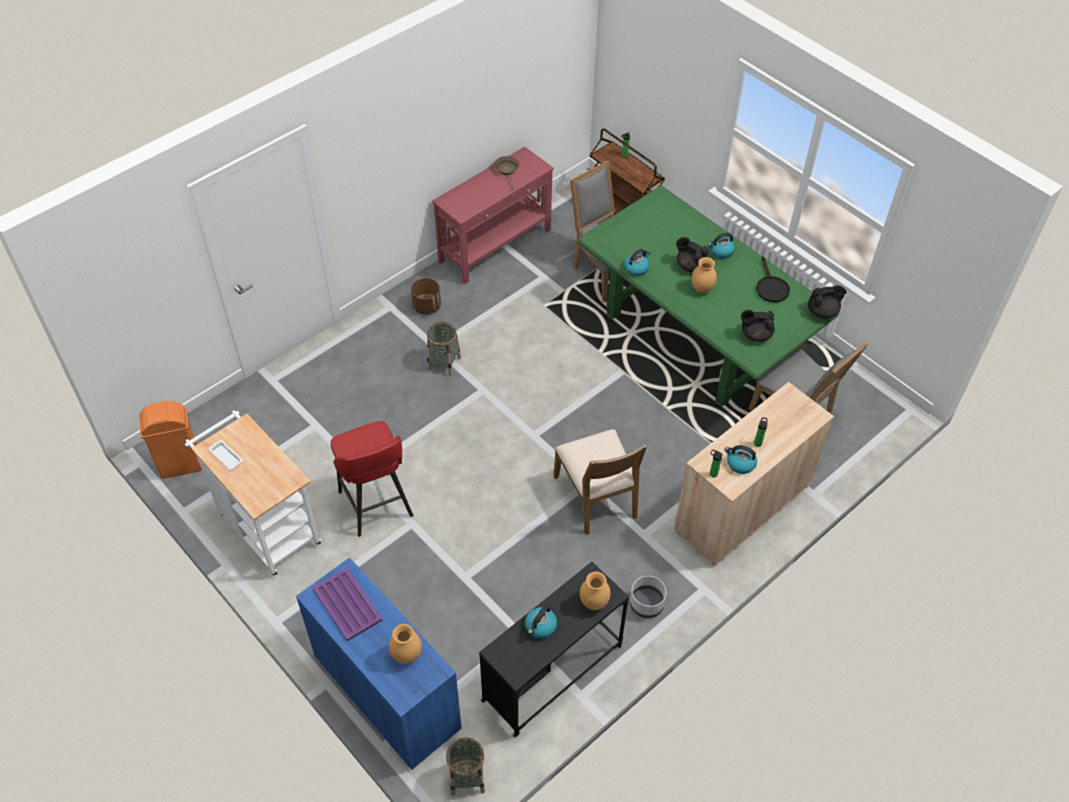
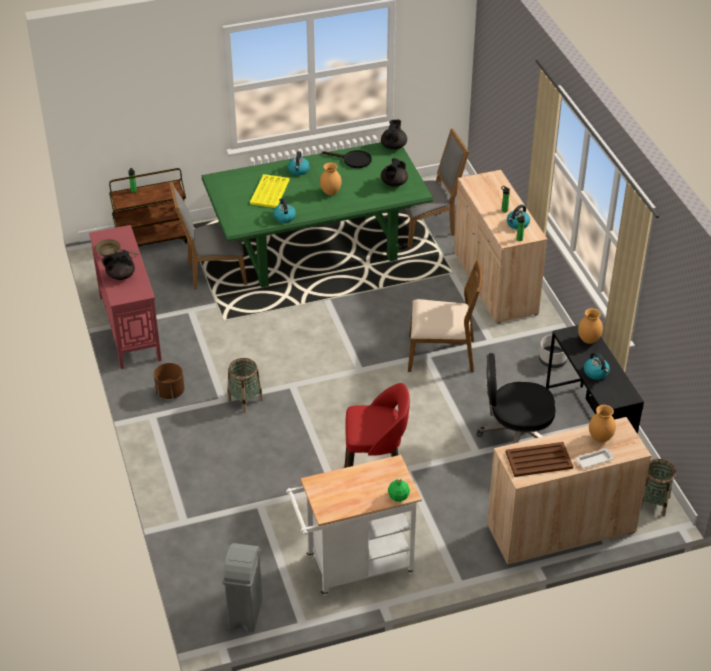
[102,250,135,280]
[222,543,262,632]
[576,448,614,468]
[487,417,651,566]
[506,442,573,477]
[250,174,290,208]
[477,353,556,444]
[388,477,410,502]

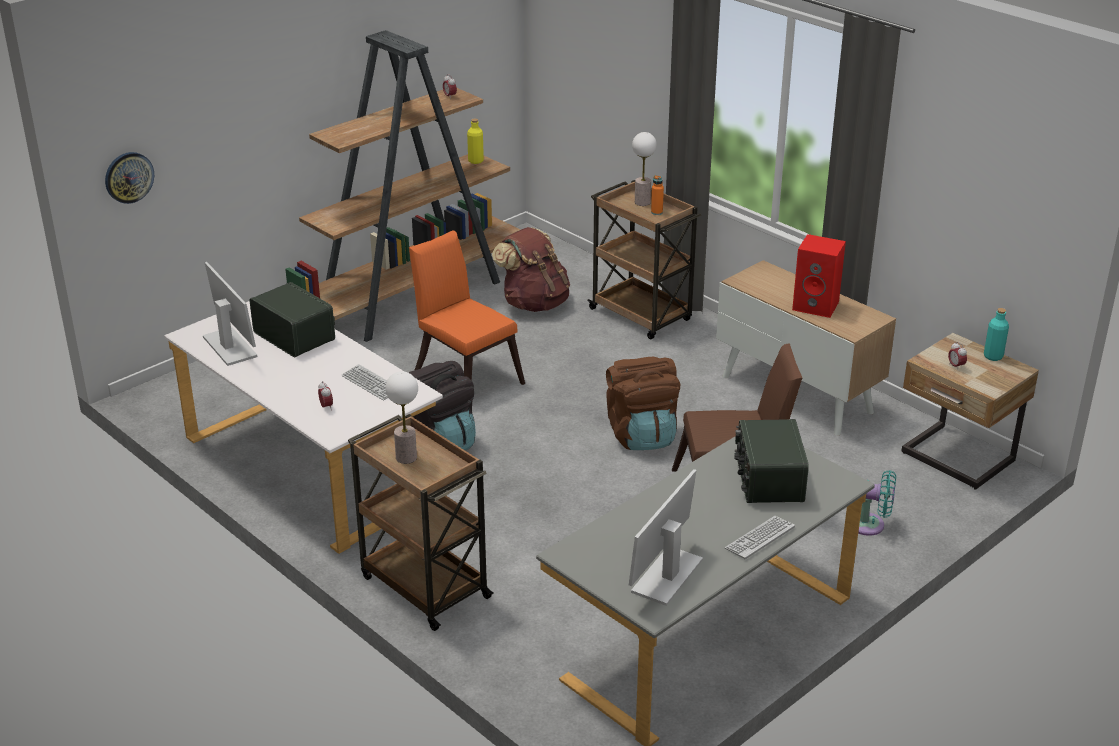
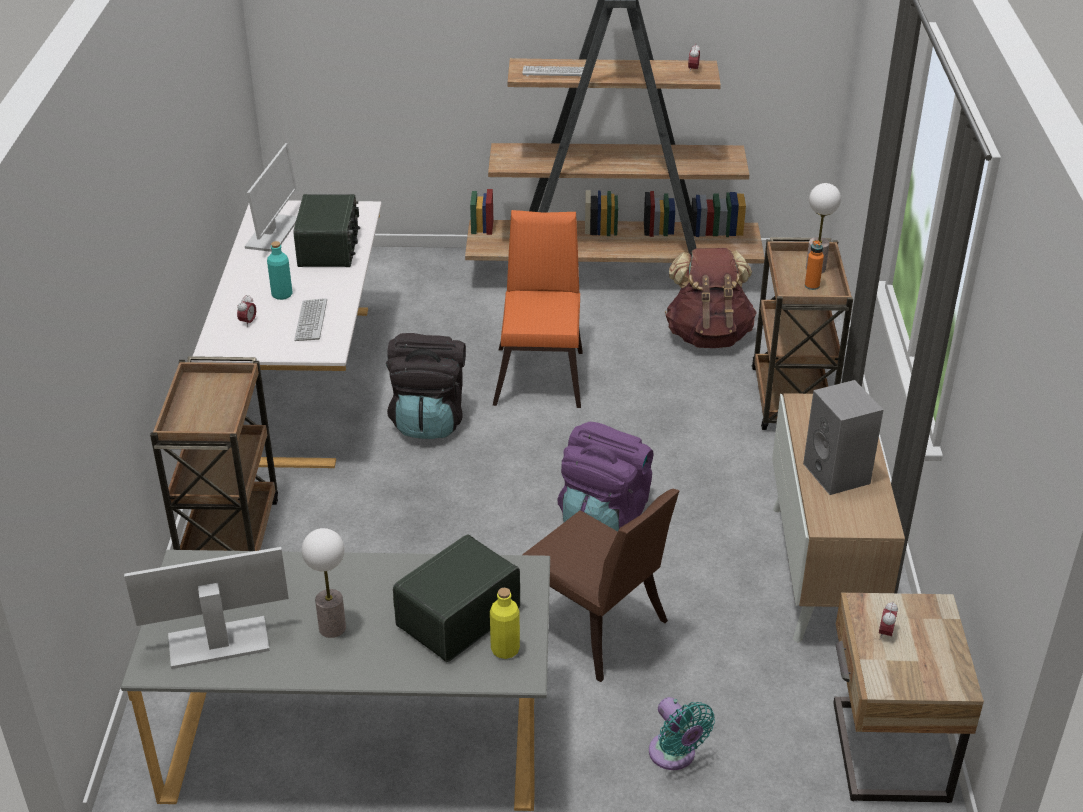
[490,588,520,659]
[105,152,154,204] (first image)
[803,380,883,495]
[267,241,293,300]
[558,422,653,531]
[302,528,346,638]
[522,66,584,77]

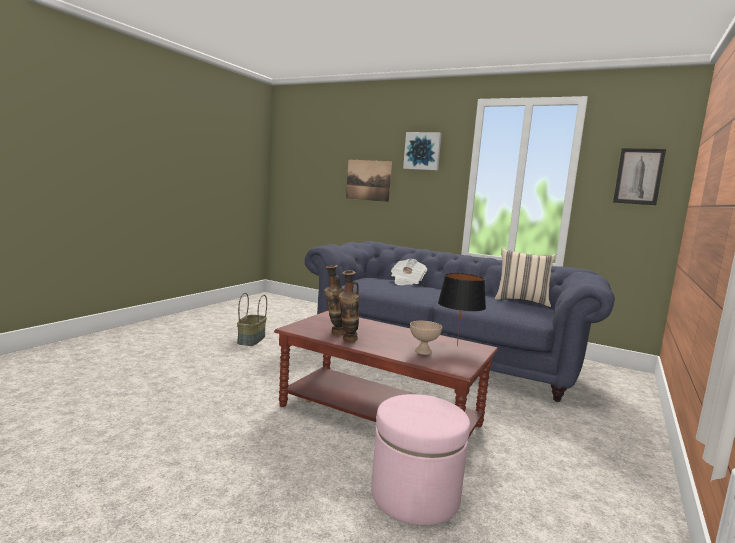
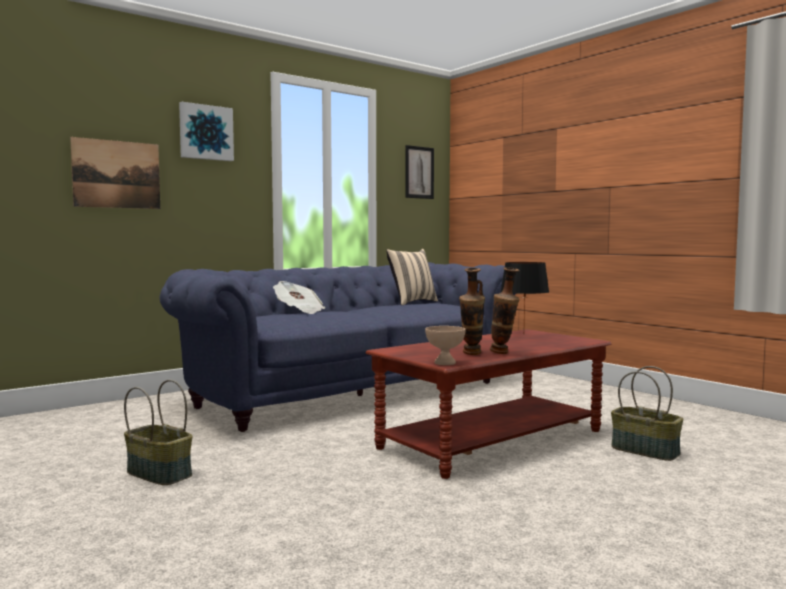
[425,326,466,365]
[611,366,683,461]

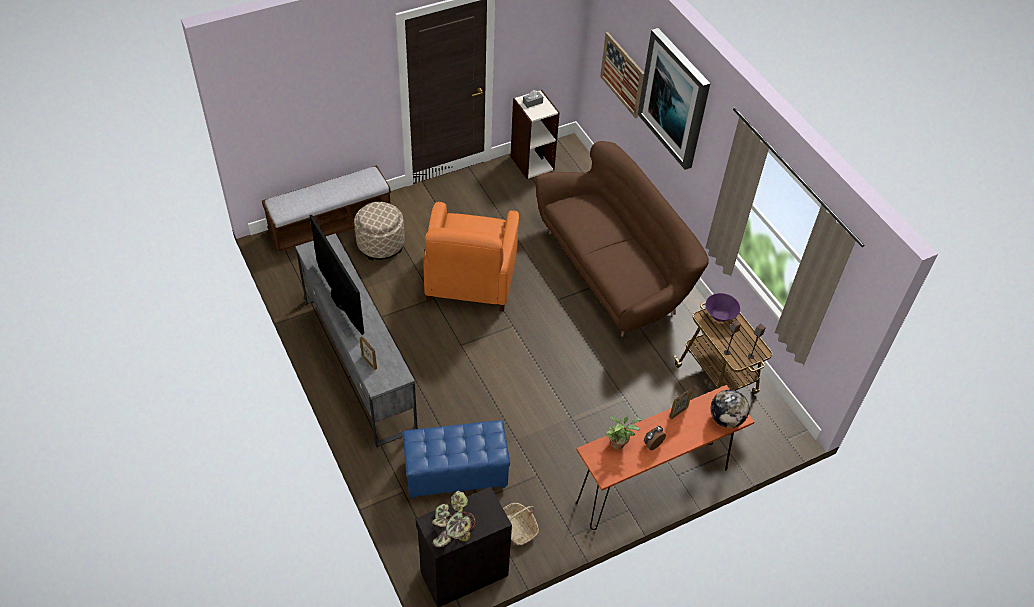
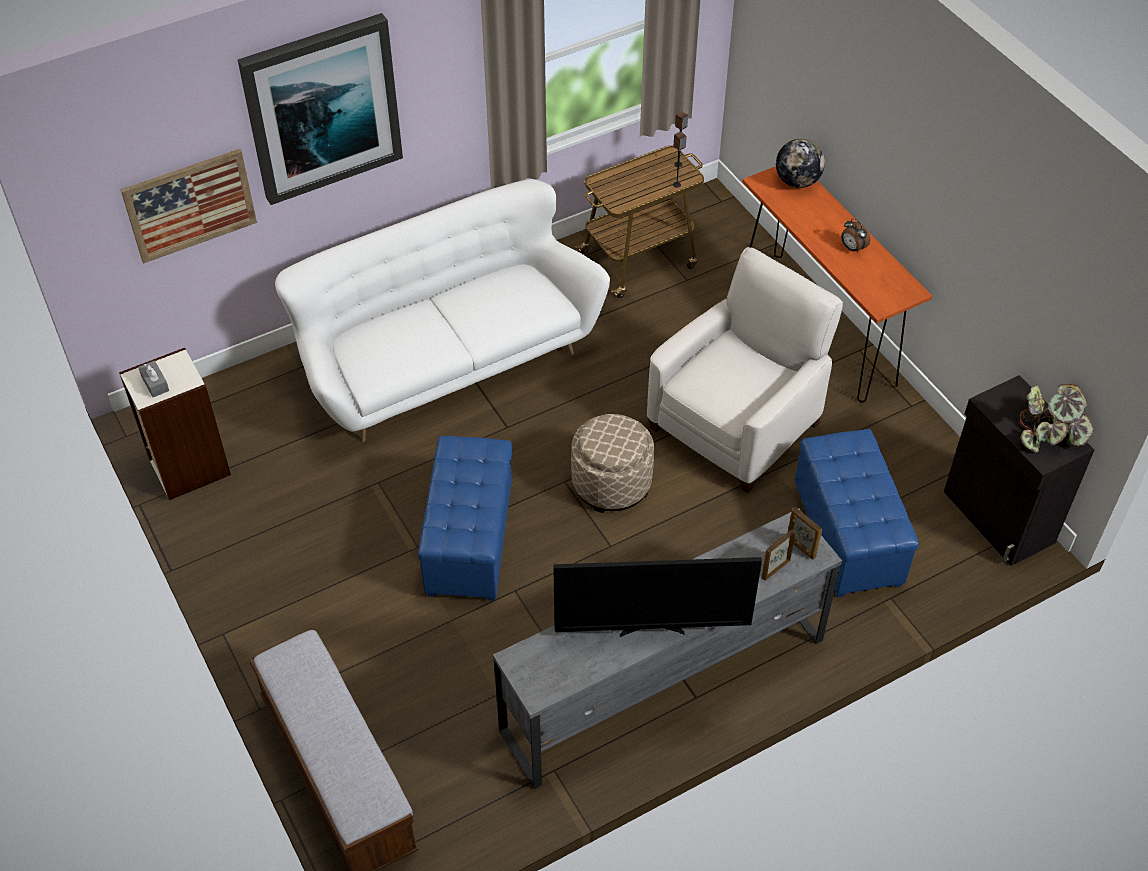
[275,179,610,442]
[571,414,654,513]
[418,436,512,601]
[553,557,762,637]
[706,293,740,322] (first image)
[788,507,822,560]
[606,415,642,449] (first image)
[503,503,539,545] (first image)
[647,247,843,493]

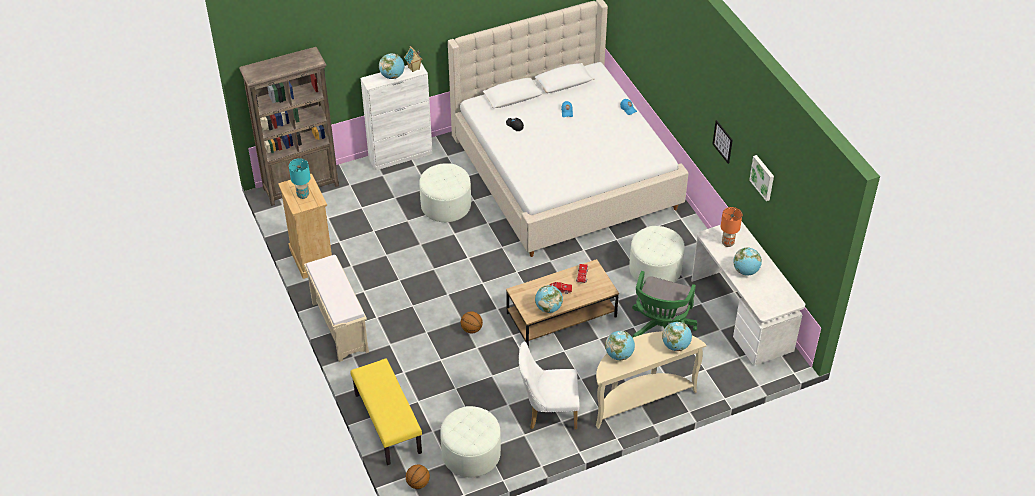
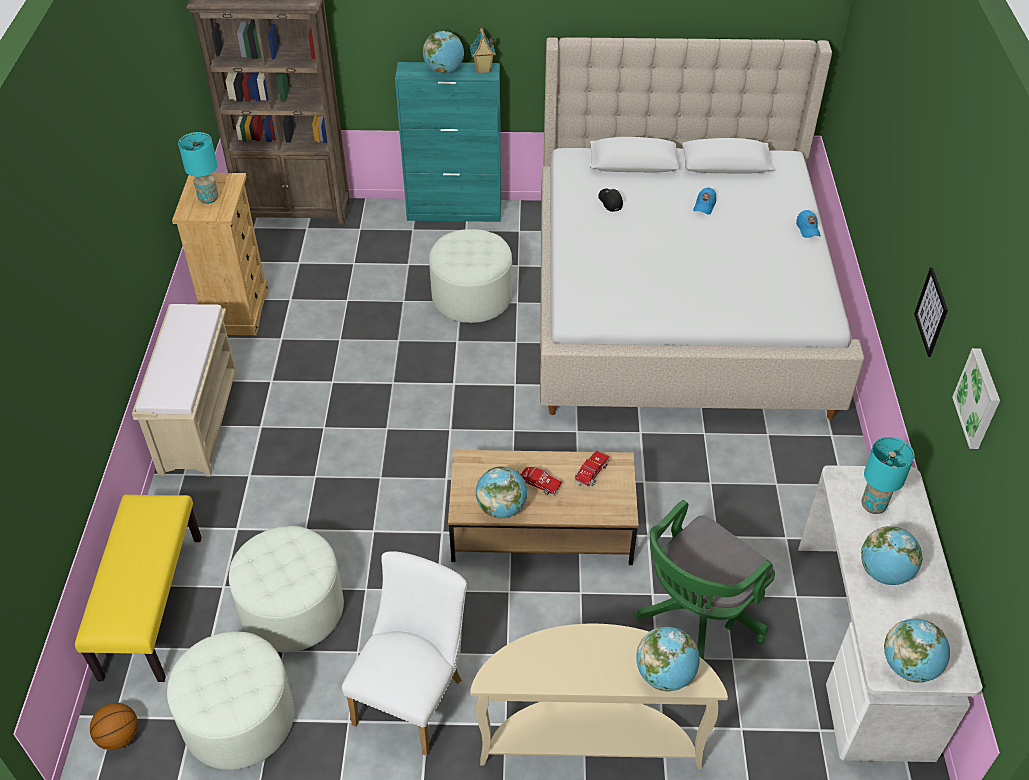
[395,62,501,222]
[861,437,914,514]
[229,526,344,652]
[461,312,483,333] (first image)
[884,619,950,683]
[342,551,467,756]

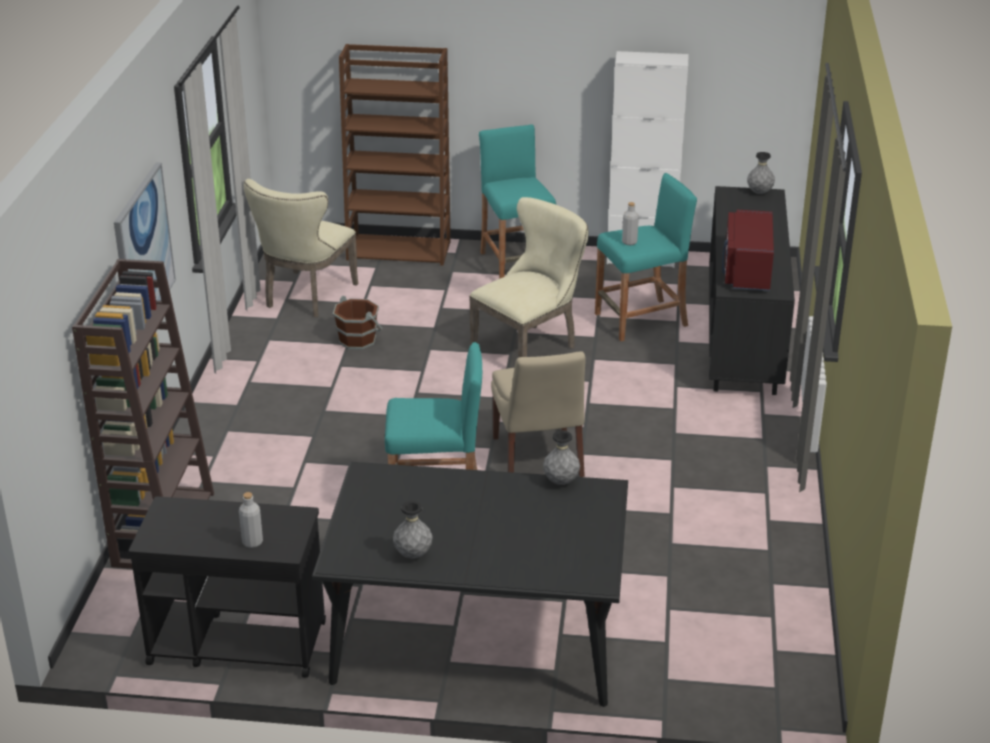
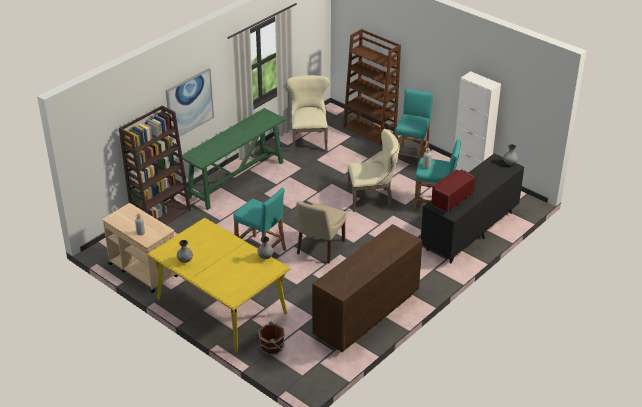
[287,75,329,153]
[259,321,285,355]
[147,218,291,352]
[102,203,178,293]
[182,108,286,210]
[312,224,423,352]

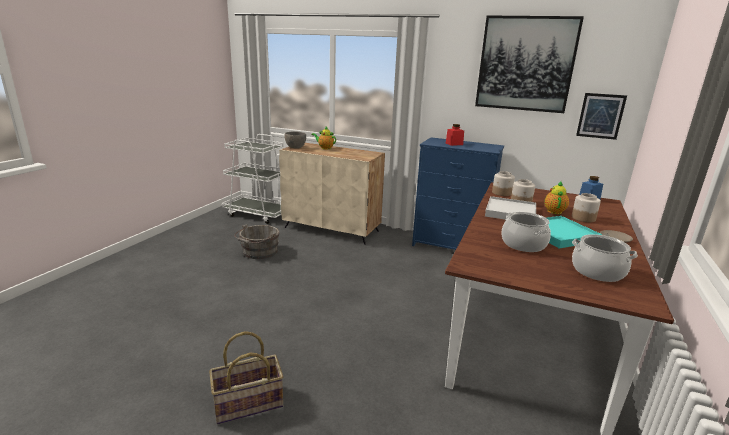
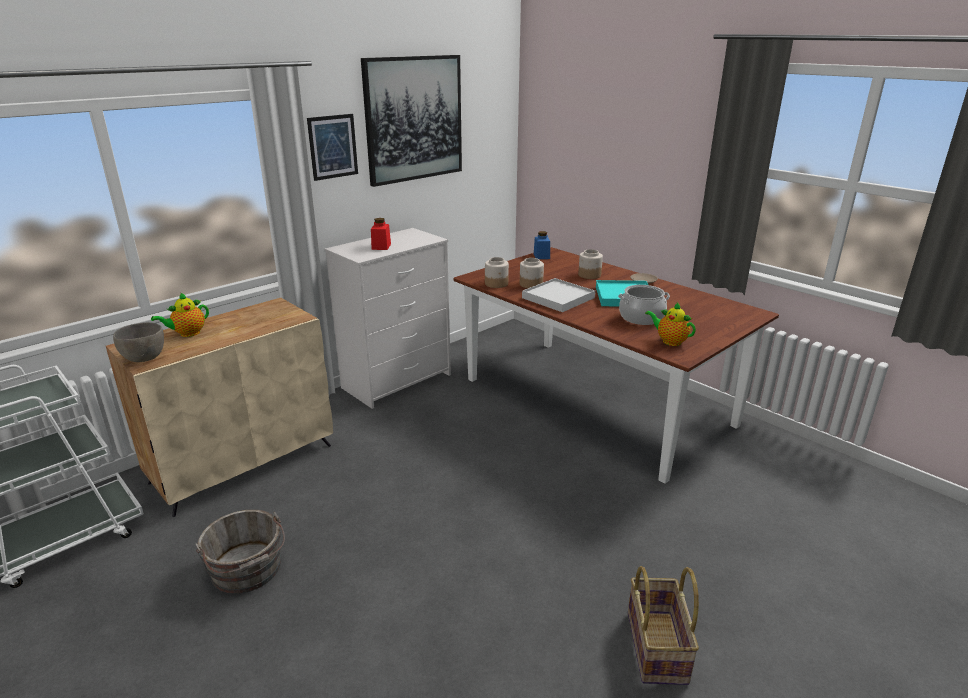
[307,114,358,181]
[325,228,451,409]
[645,302,696,346]
[572,234,638,282] (first image)

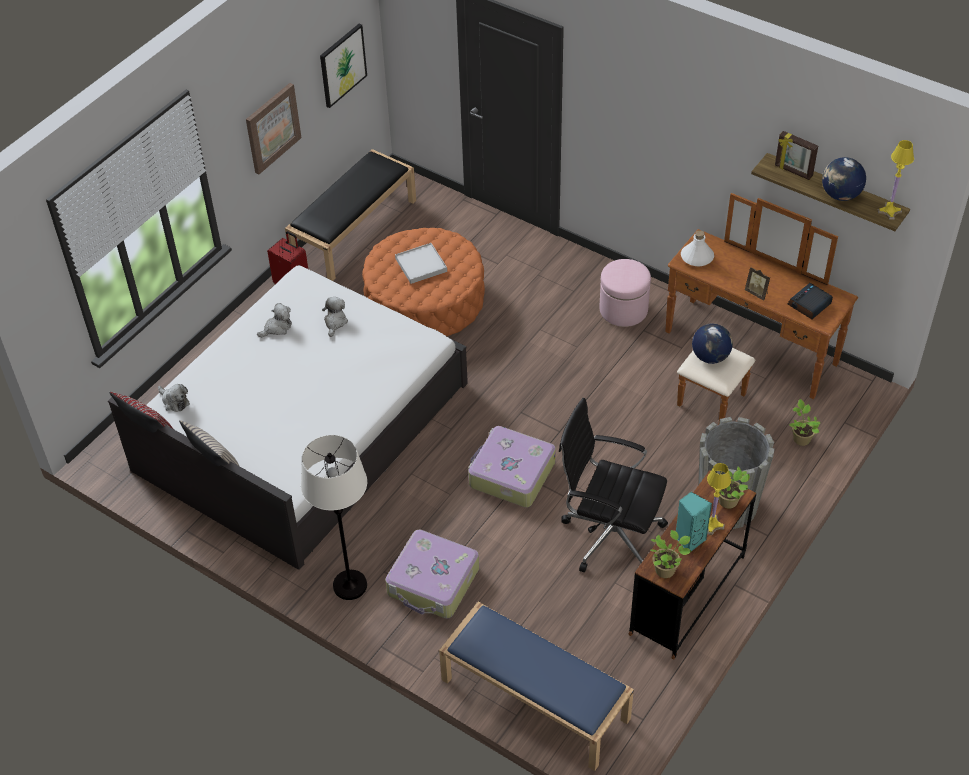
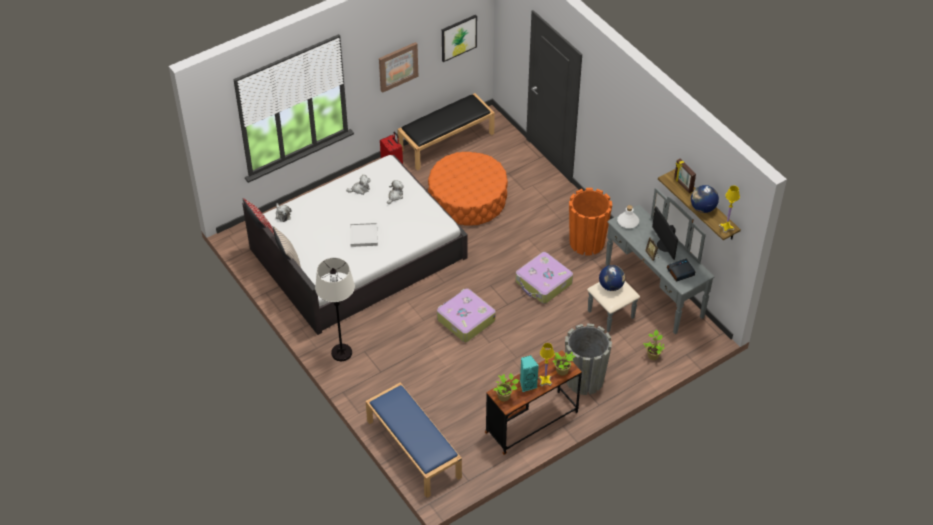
[587,188,715,334]
[350,223,378,247]
[569,188,612,255]
[559,398,668,572] (first image)
[516,252,573,304]
[652,206,678,260]

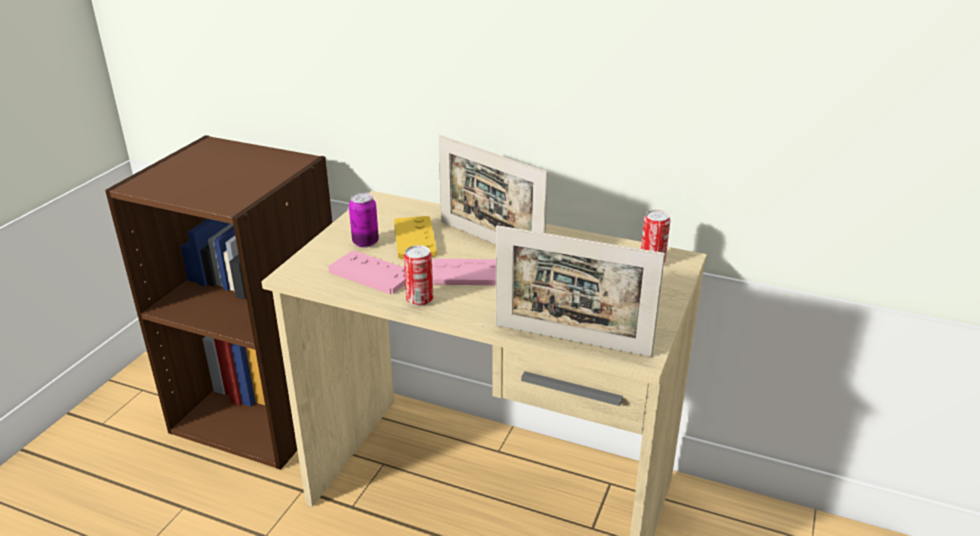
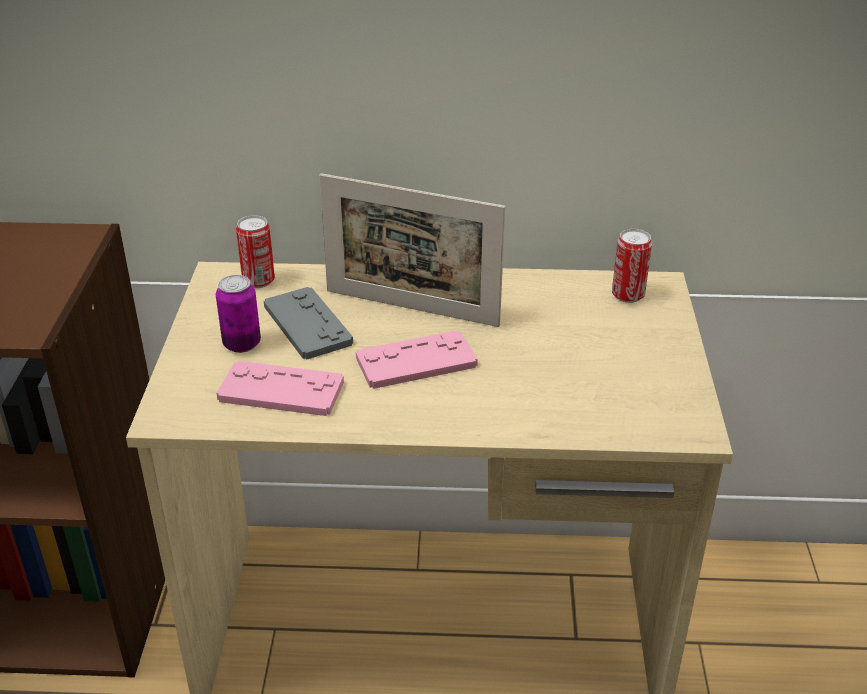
[264,287,353,359]
[496,225,665,357] (first image)
[236,215,275,288]

